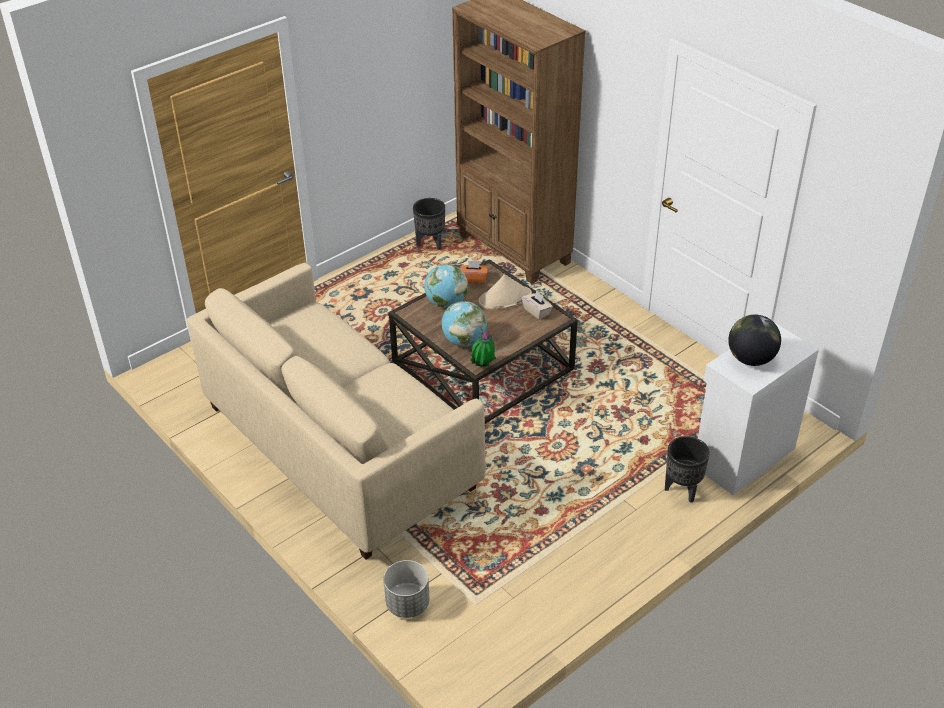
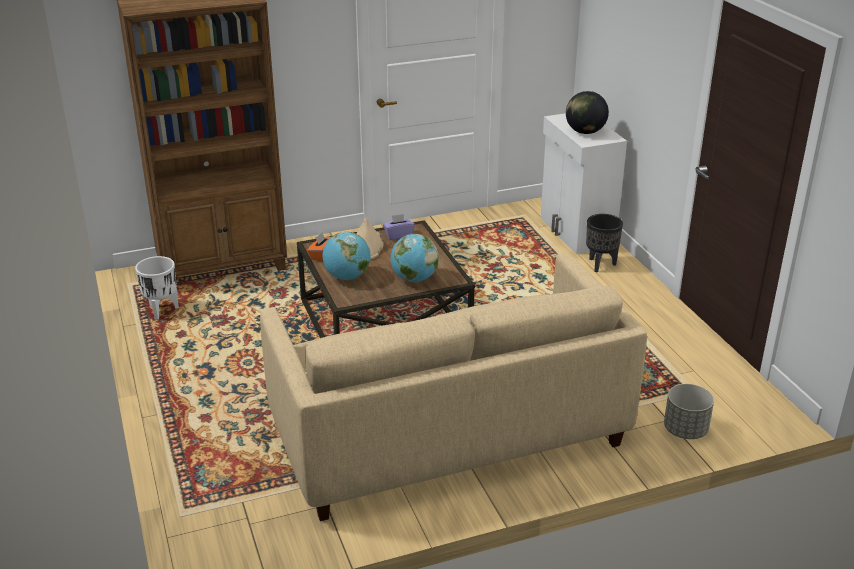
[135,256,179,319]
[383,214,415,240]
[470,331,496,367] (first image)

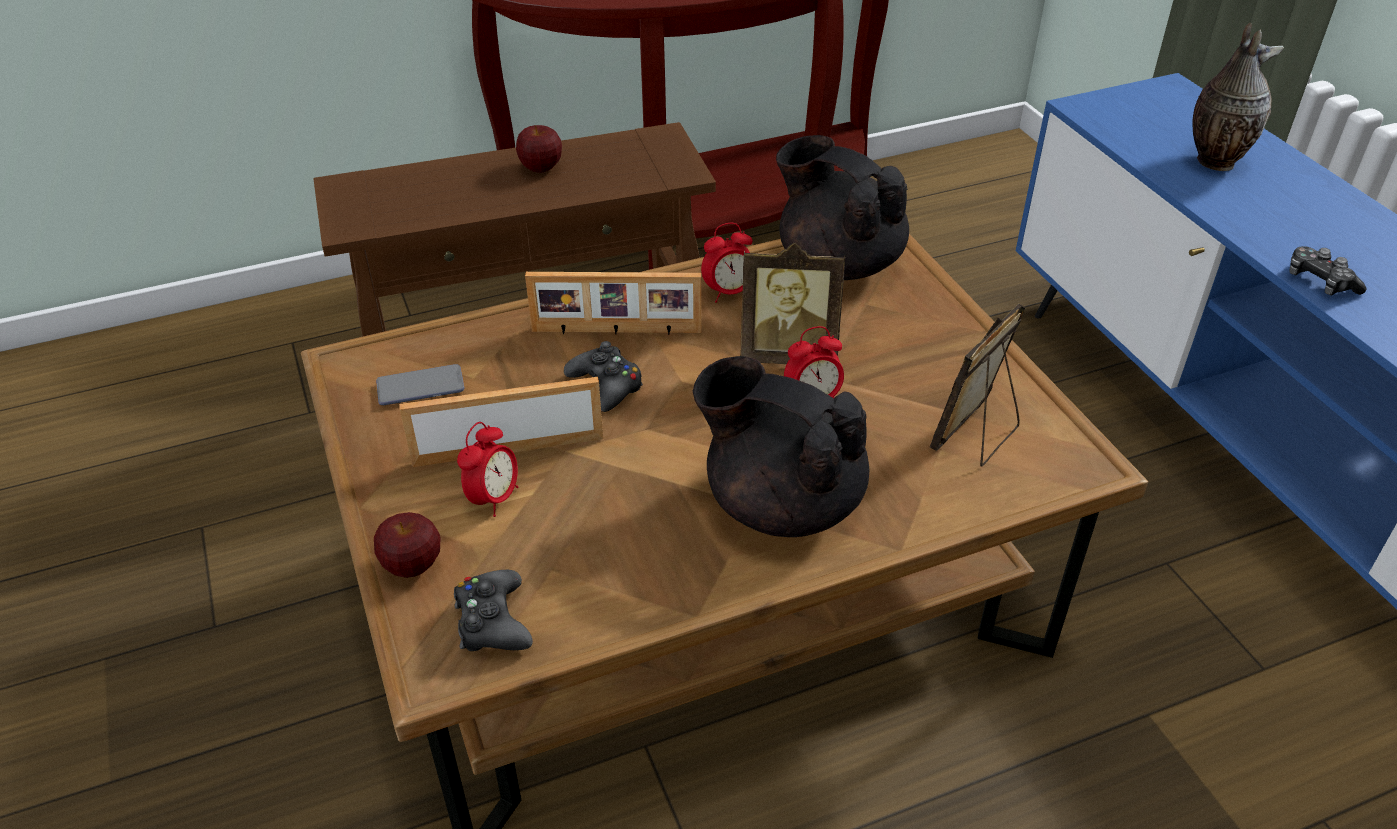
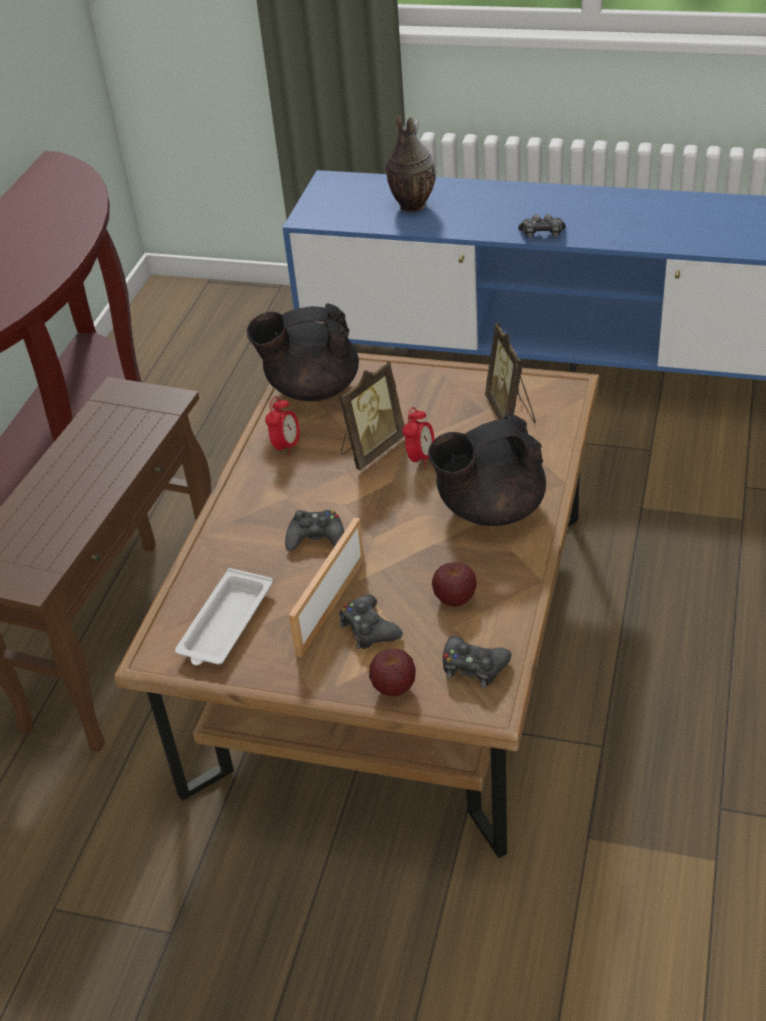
[432,562,477,607]
[525,272,702,335] (first image)
[175,568,273,665]
[339,595,403,649]

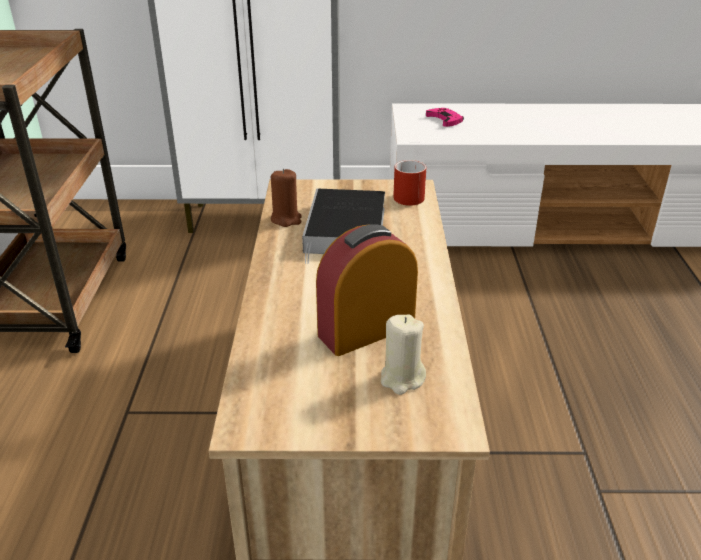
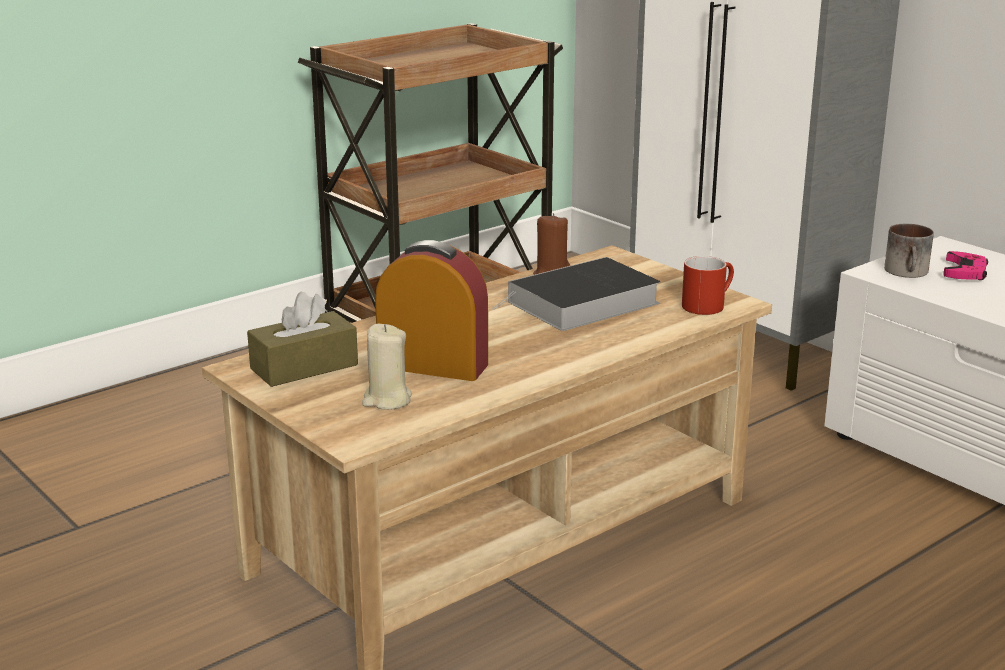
[884,224,934,278]
[247,292,358,387]

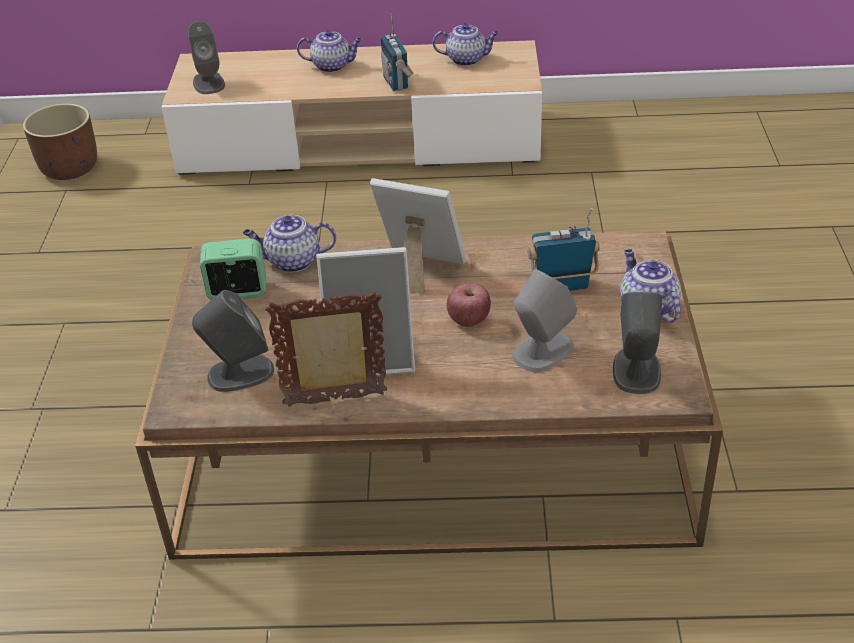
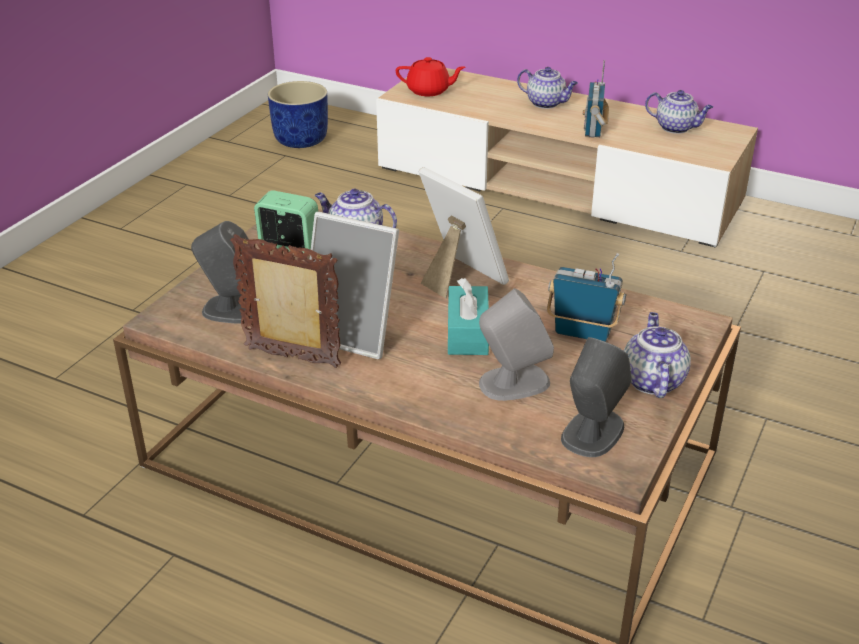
[396,57,466,96]
[268,81,328,148]
[448,278,489,355]

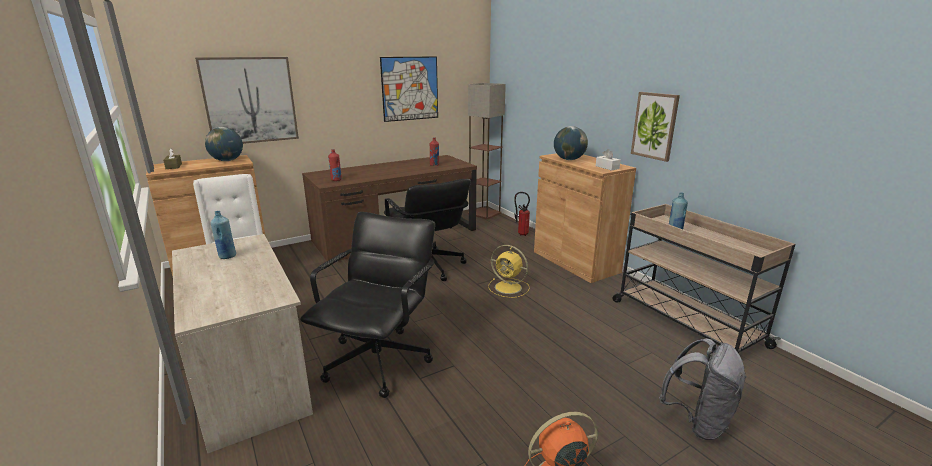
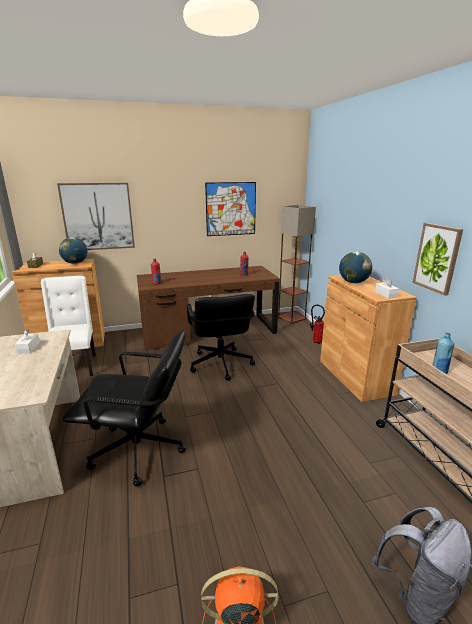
[15,329,40,354]
[63,330,186,487]
[488,245,530,298] (first image)

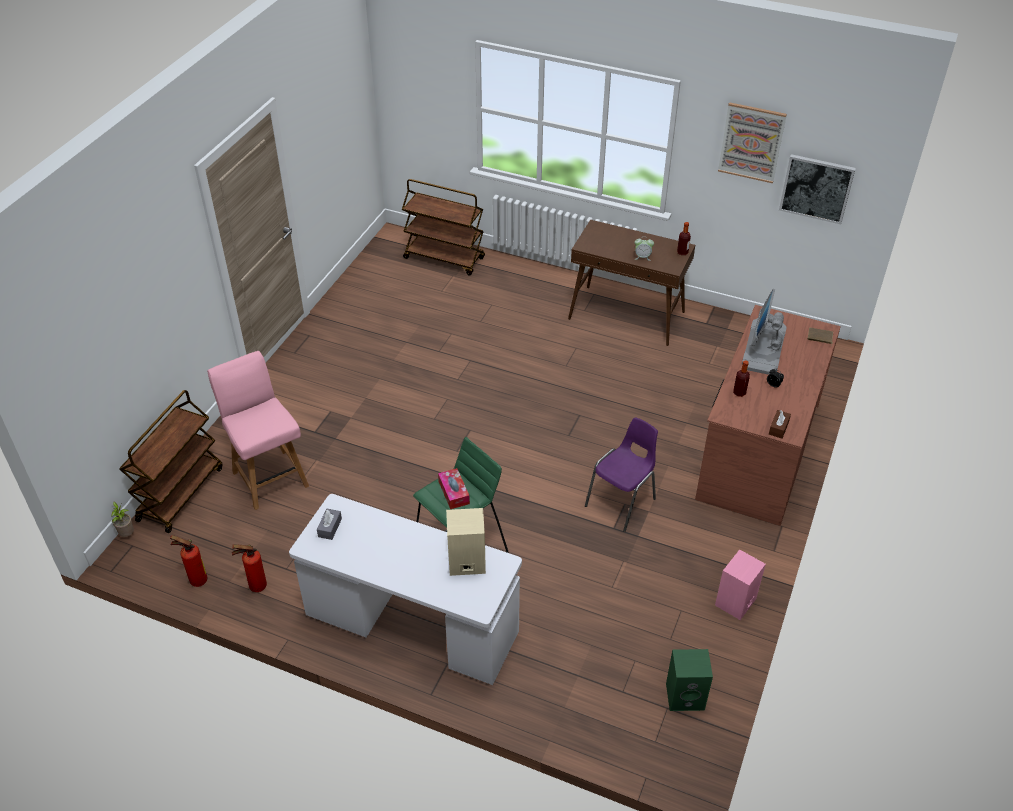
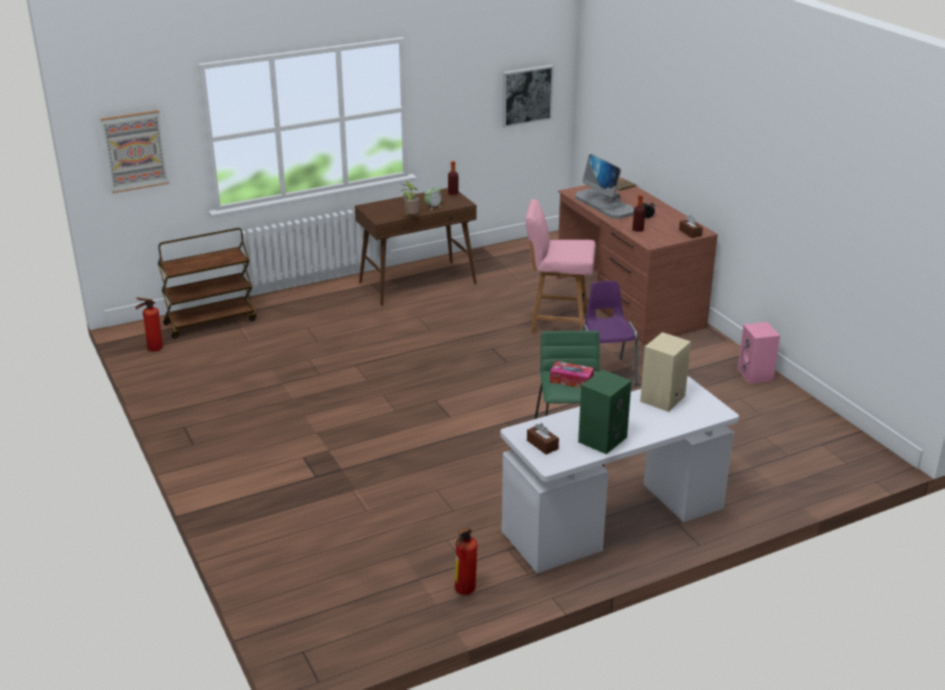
[100,110,169,193]
[525,199,596,334]
[119,390,223,533] (first image)
[401,182,419,216]
[527,423,559,454]
[135,297,163,352]
[578,370,632,454]

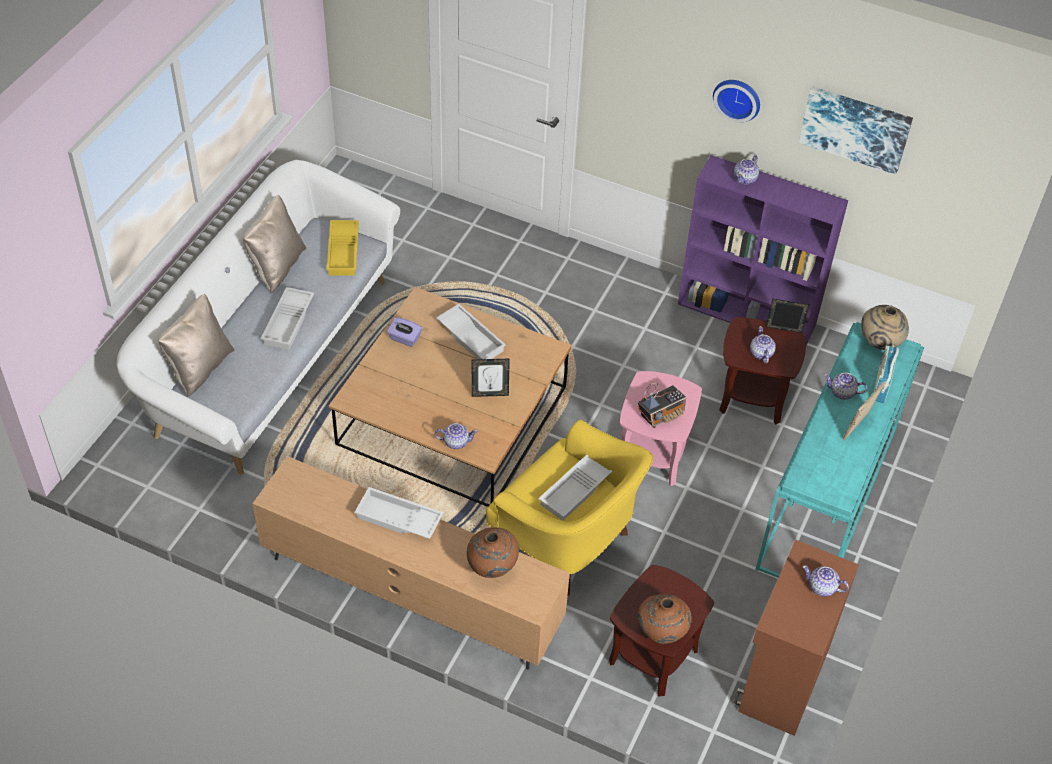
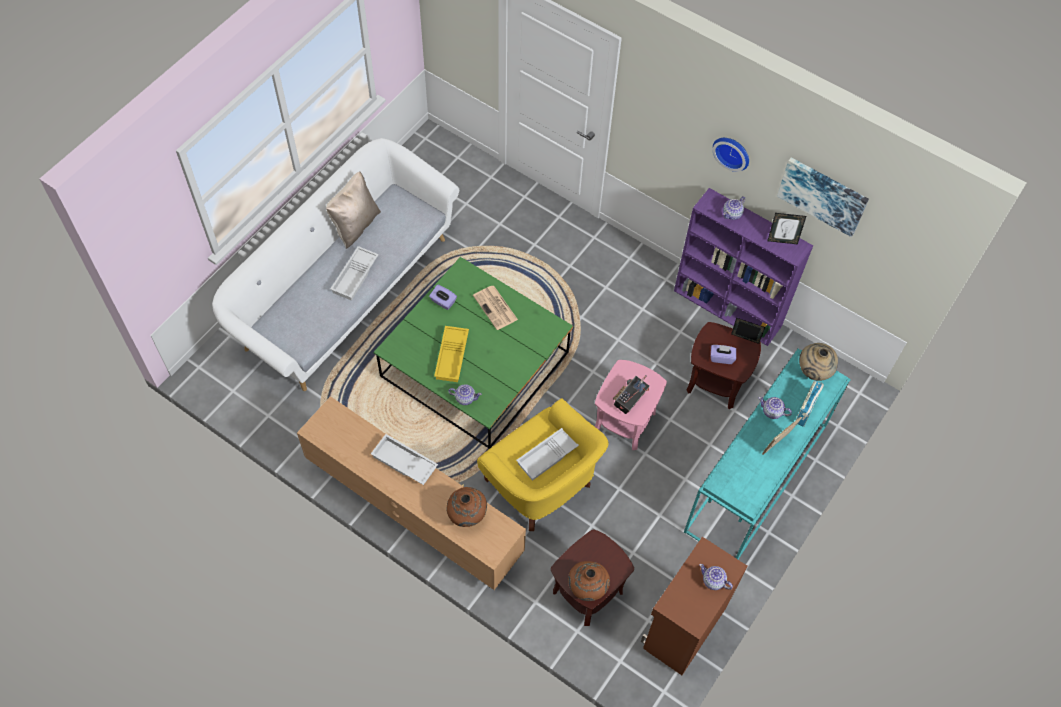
[434,326,469,382]
[374,257,573,449]
[158,294,234,397] (first image)
[473,286,518,330]
[711,345,736,364]
[767,213,806,244]
[613,375,650,414]

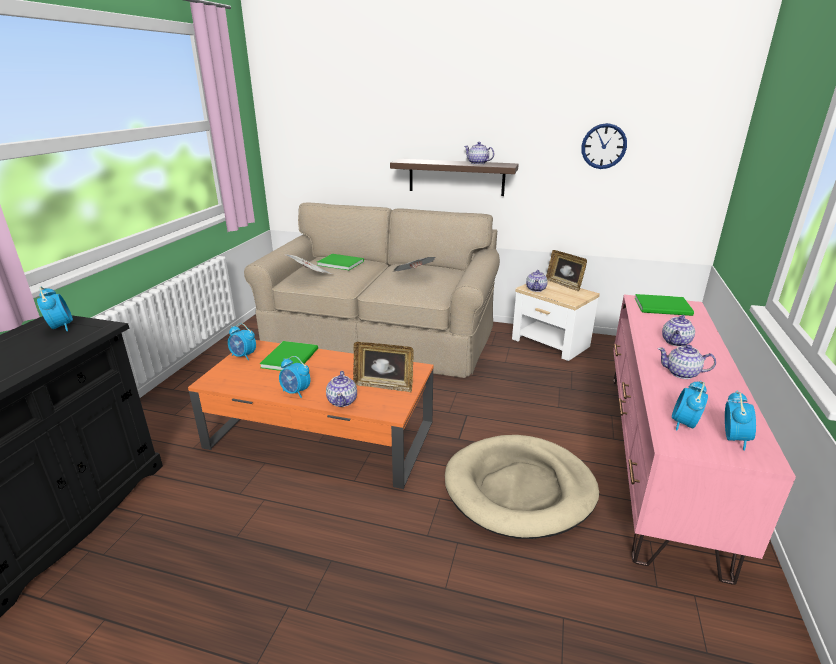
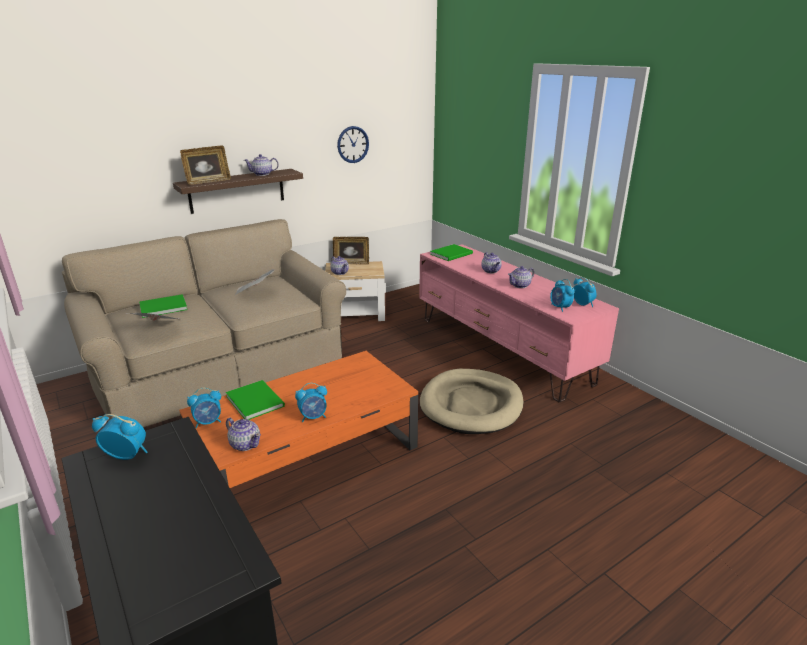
[180,145,231,185]
[226,418,261,451]

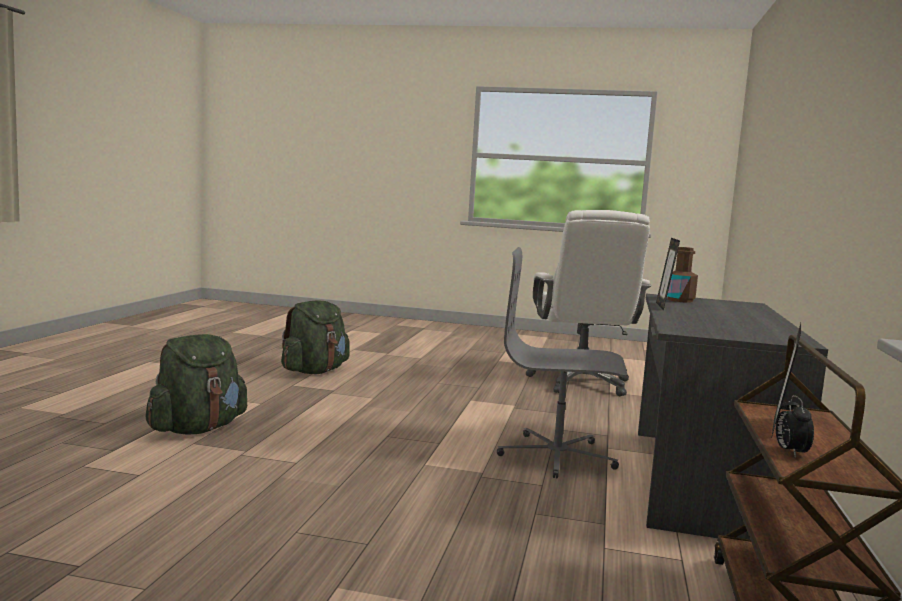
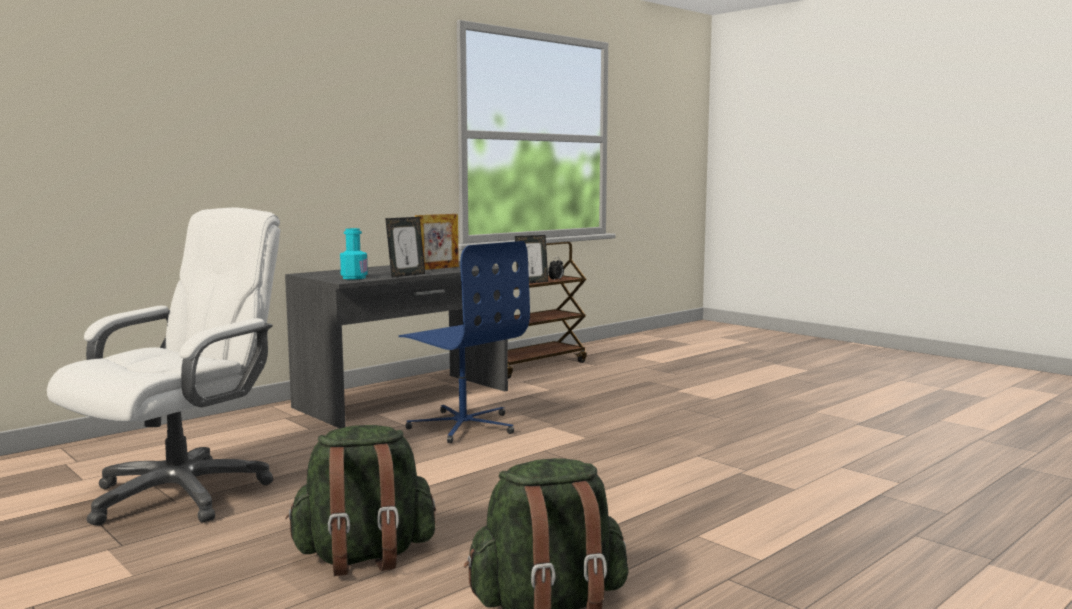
[399,241,530,443]
[340,228,368,279]
[285,425,436,576]
[415,214,459,270]

